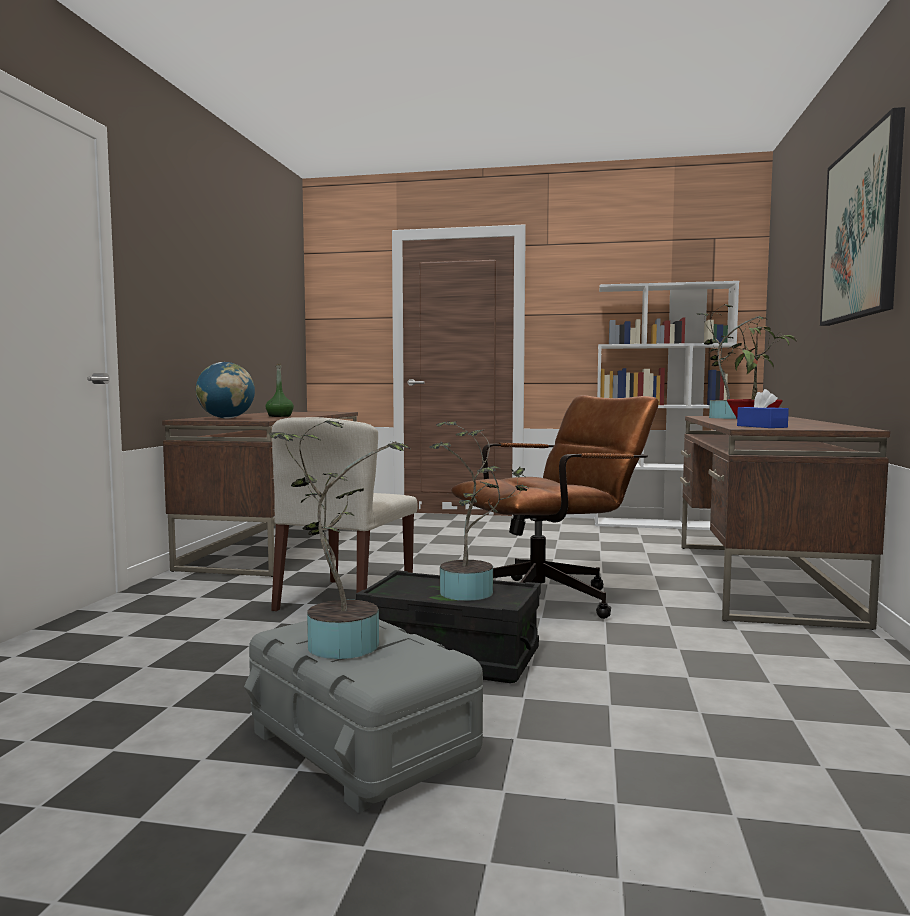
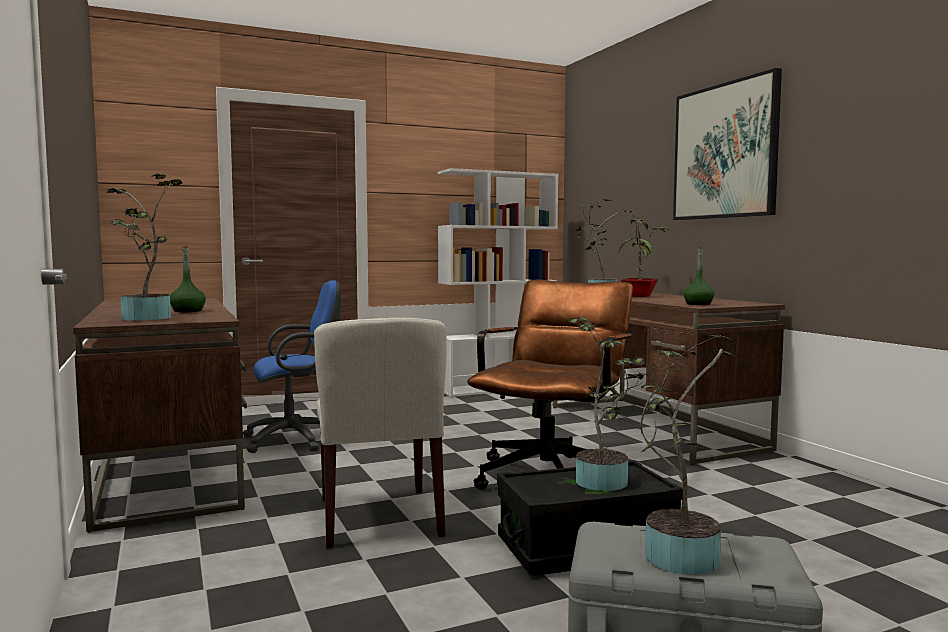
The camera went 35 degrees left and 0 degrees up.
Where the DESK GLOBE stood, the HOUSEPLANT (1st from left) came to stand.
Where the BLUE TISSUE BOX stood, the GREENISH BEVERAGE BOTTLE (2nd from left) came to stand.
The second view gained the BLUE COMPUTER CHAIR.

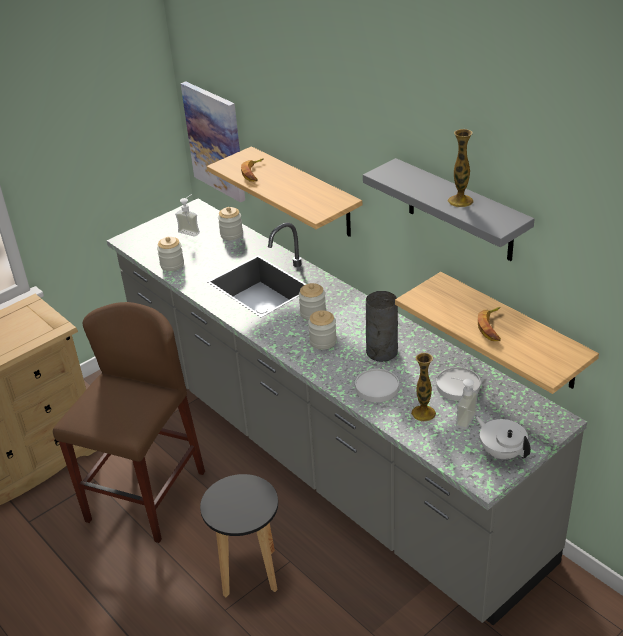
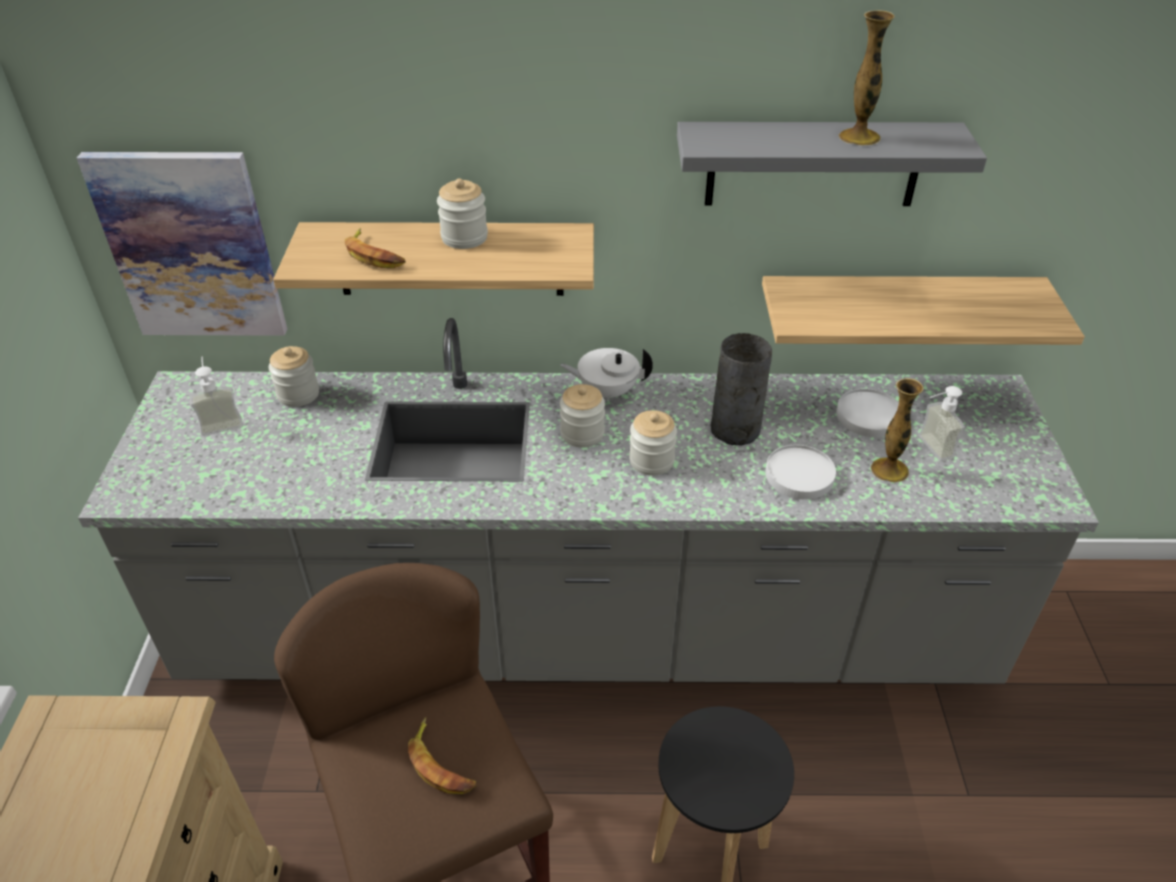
The camera went 50 degrees left and 5 degrees up.
The JAR (1st from left in the first image) ended up elsewhere.
The WHITE TEA POT ended up elsewhere.
The WHOLE BANANA (2nd from left) ended up elsewhere.

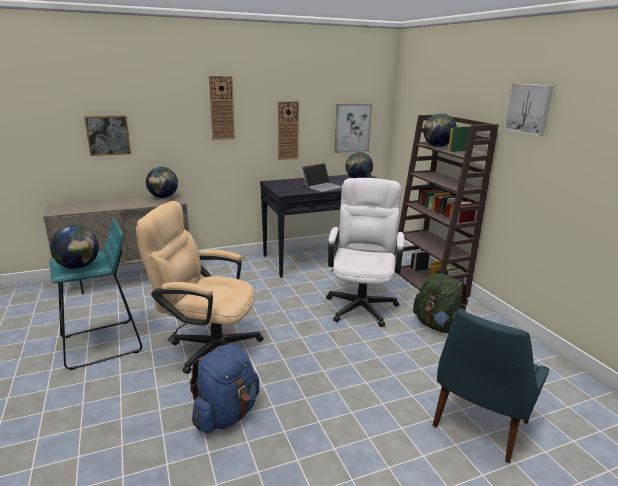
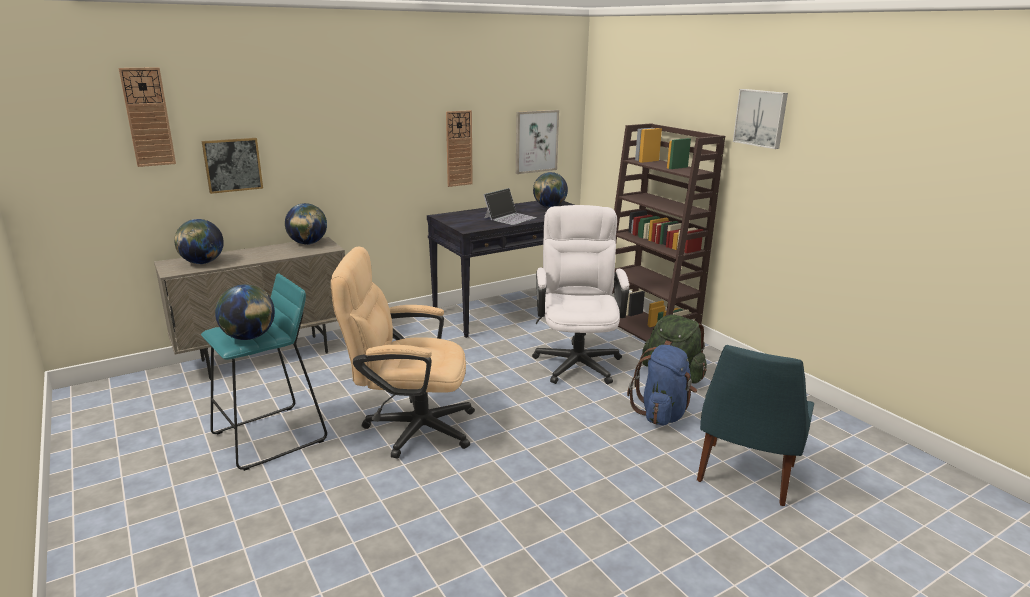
The camera went 10 degrees left and 0 degrees up.
The BLUE KNAPSACK ended up elsewhere.
The CLOCK ON THE WALL (1st from left) ended up elsewhere.
The DESK GLOBE (4th from left in the first image) ended up elsewhere.

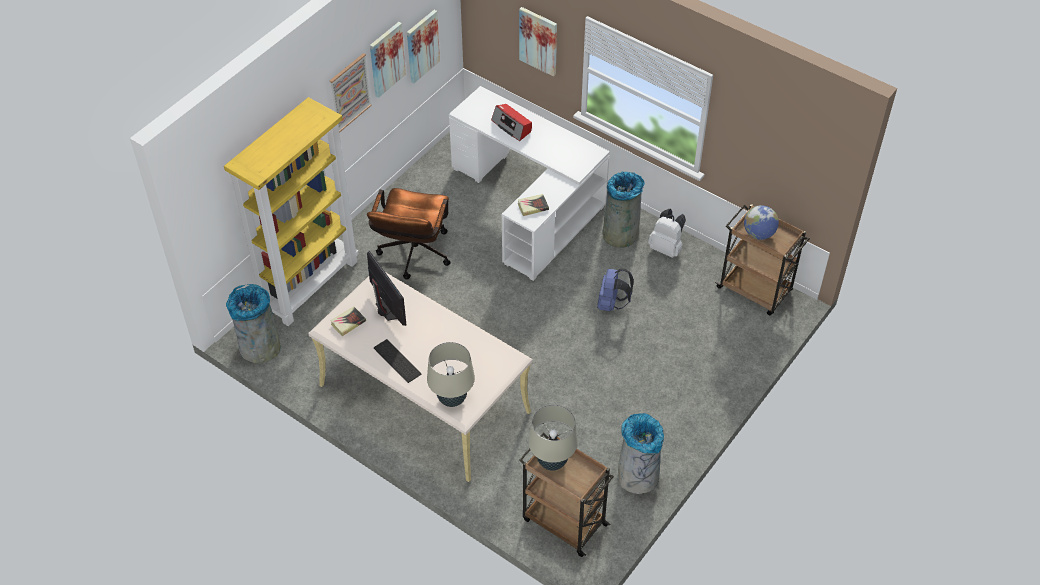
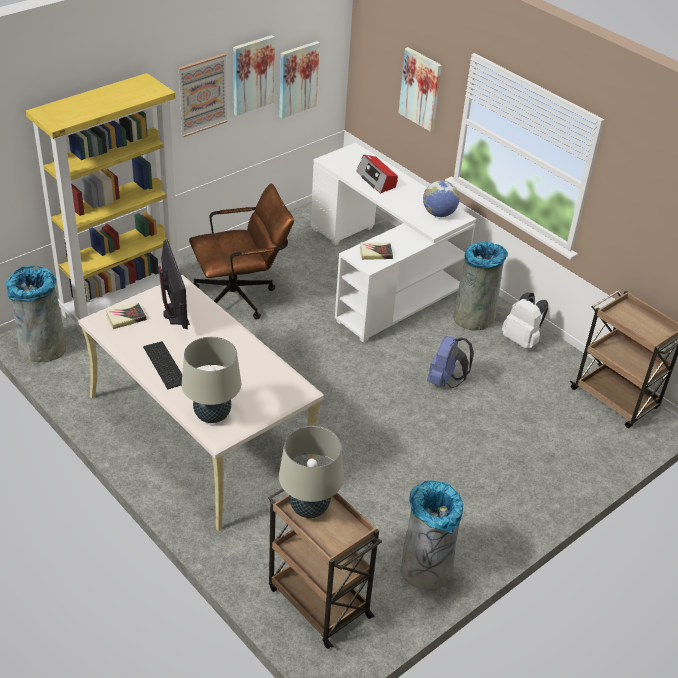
The camera went 10 degrees right and 10 degrees down.
The BROWN-COLOURED COMPUTER CHAIR ended up facing another way, 135 degrees counterclockwise from before.
The DESK GLOBE ended up elsewhere.

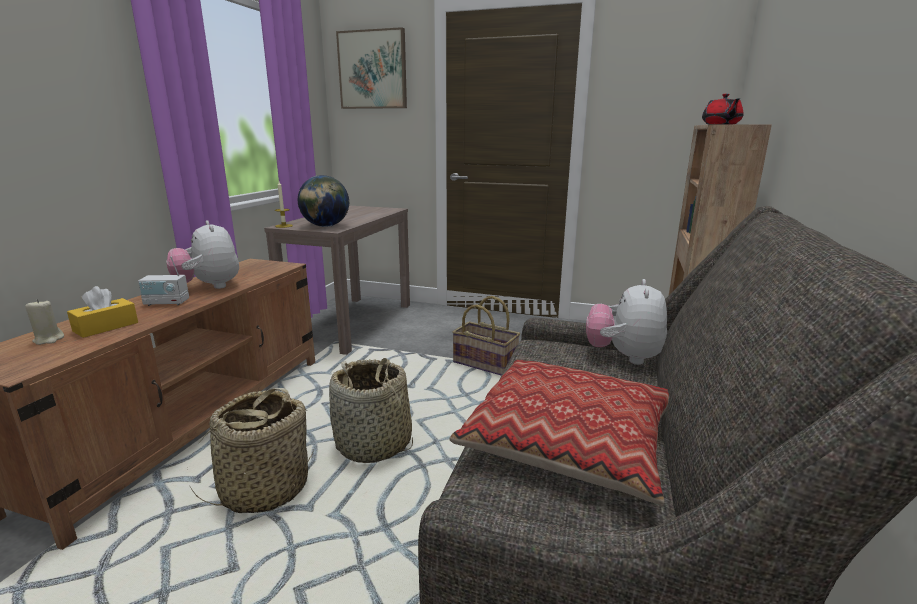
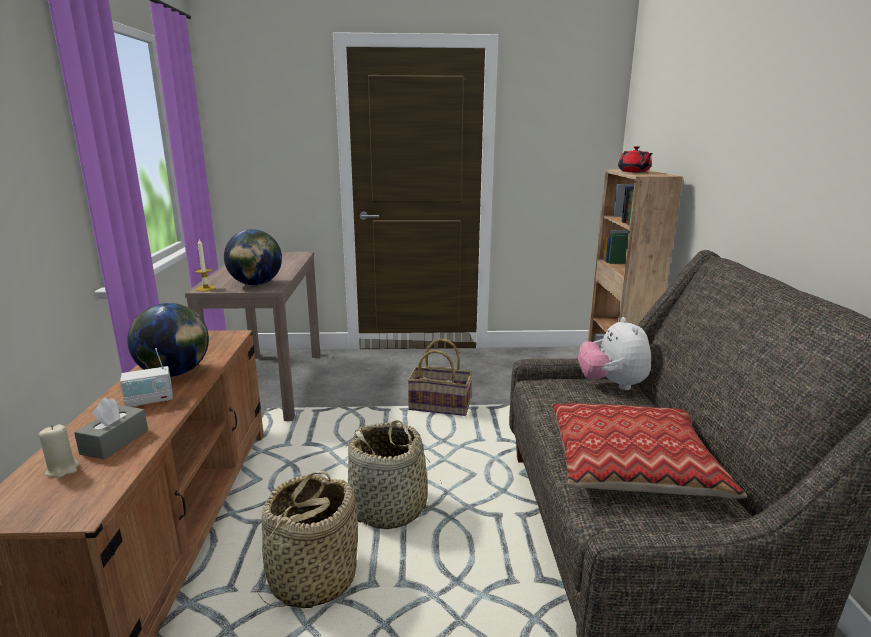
The camera went 20 degrees left and 0 degrees up.
What was the YELLOWISH TISSUE BOX turned into the GREY TISSUE BOX.
Where the SOFT TOY (1st from left) stood, the DESK GLOBE (1st from left) came to stand.
The second view lost the WALL ART.

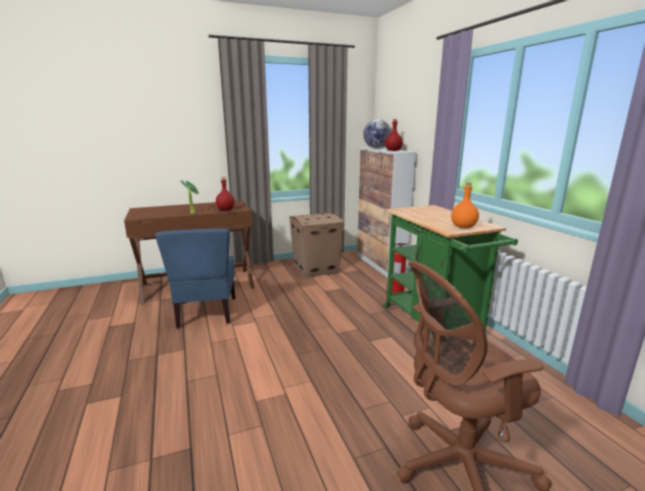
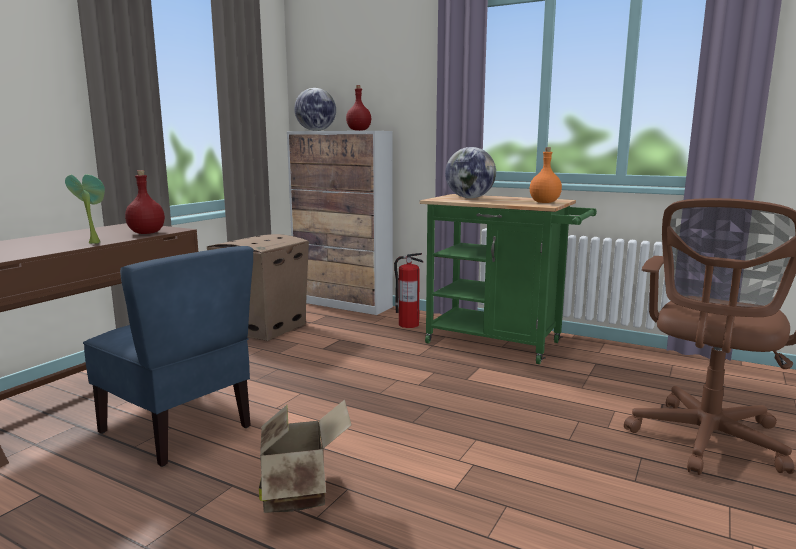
The camera went 40 degrees left and 5 degrees down.
The second view gained the PACKING BOX (2nd from left).
The second view gained the DESK GLOBE (2nd from left).

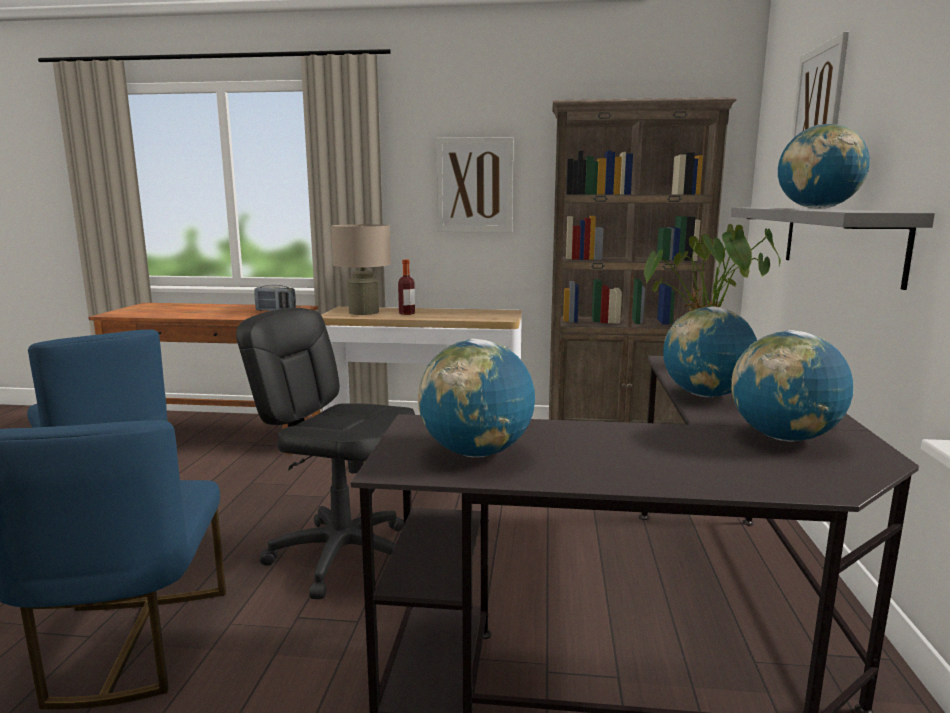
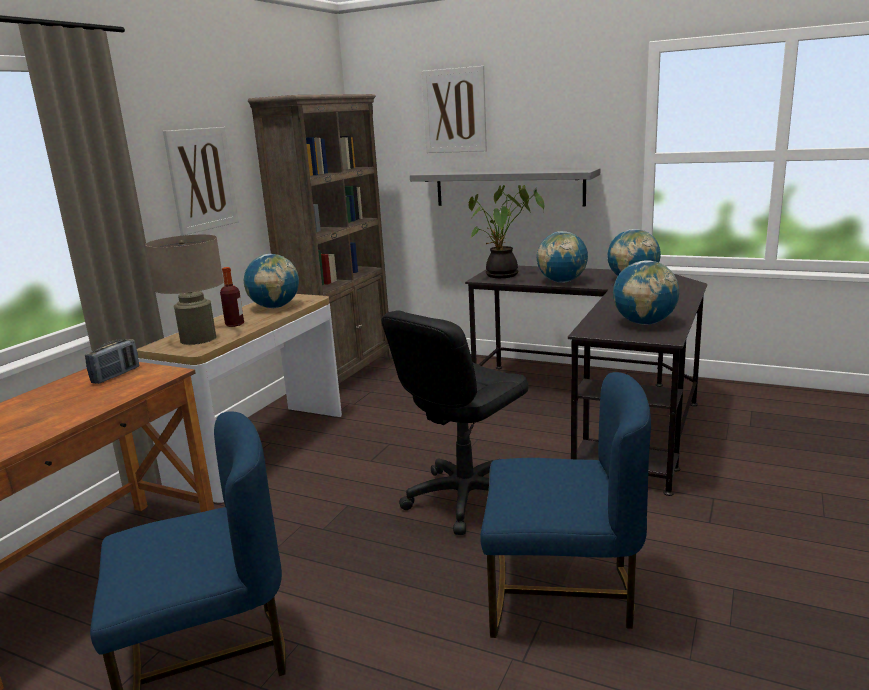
The camera went 70 degrees left and 5 degrees up.
The DESK GLOBE (4th from left in the first image) ended up elsewhere.

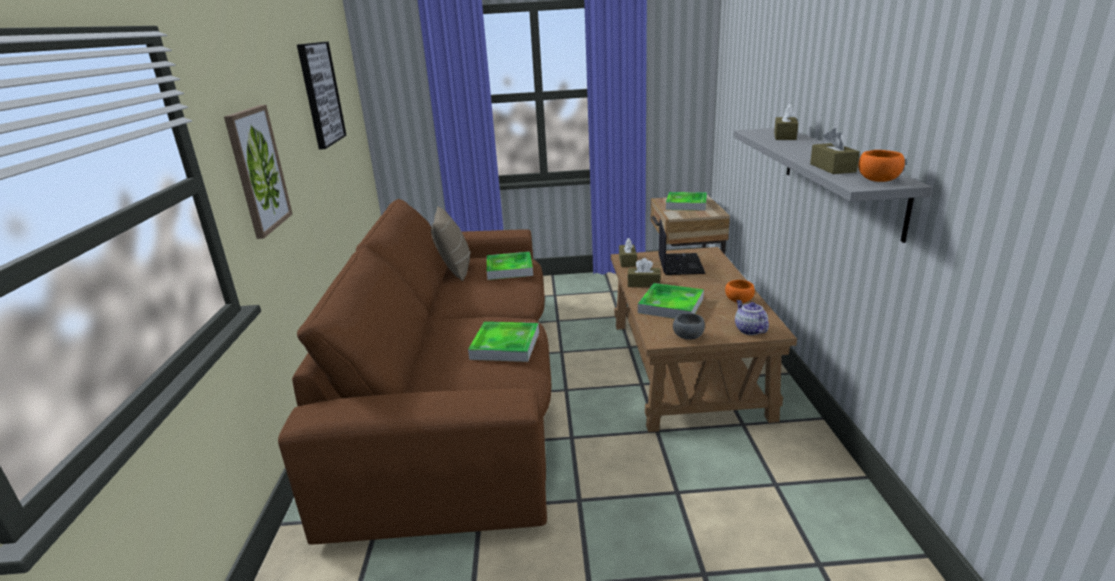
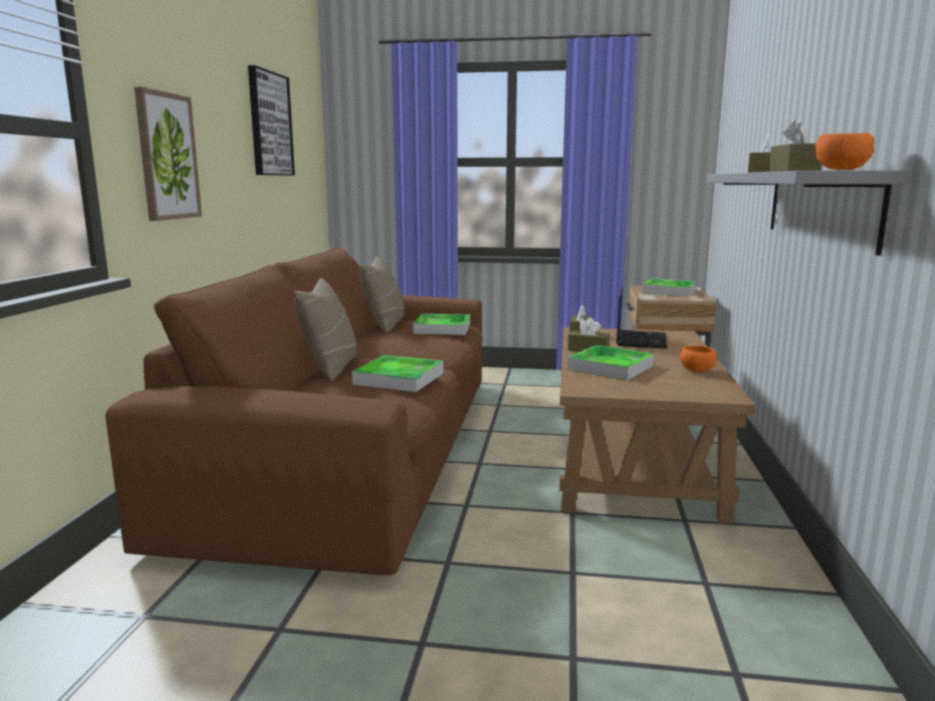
The camera went 10 degrees right and 10 degrees down.
The second view lost the GREY DEEP DISH.
The second view lost the TEA POT.
The second view gained the BEIGE-COLOURED CUSHION (1st from left).

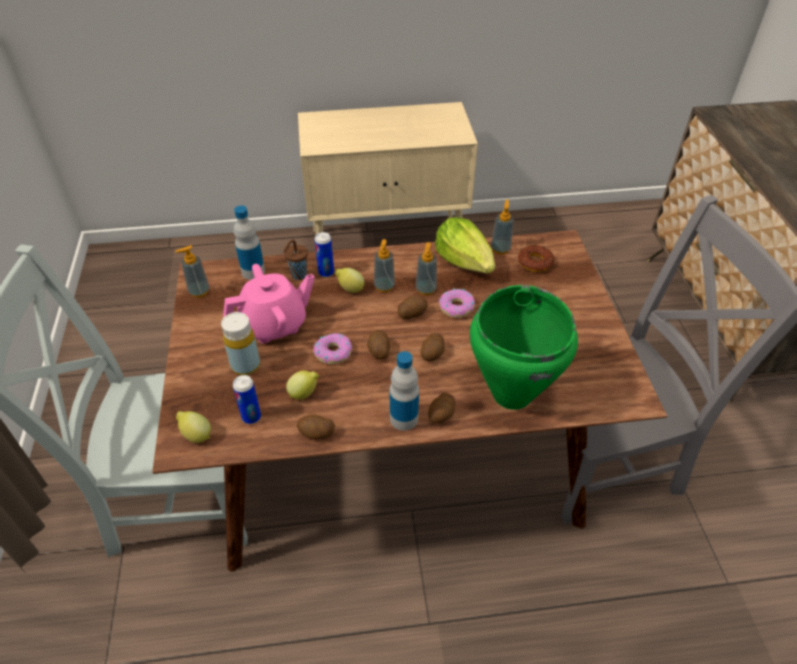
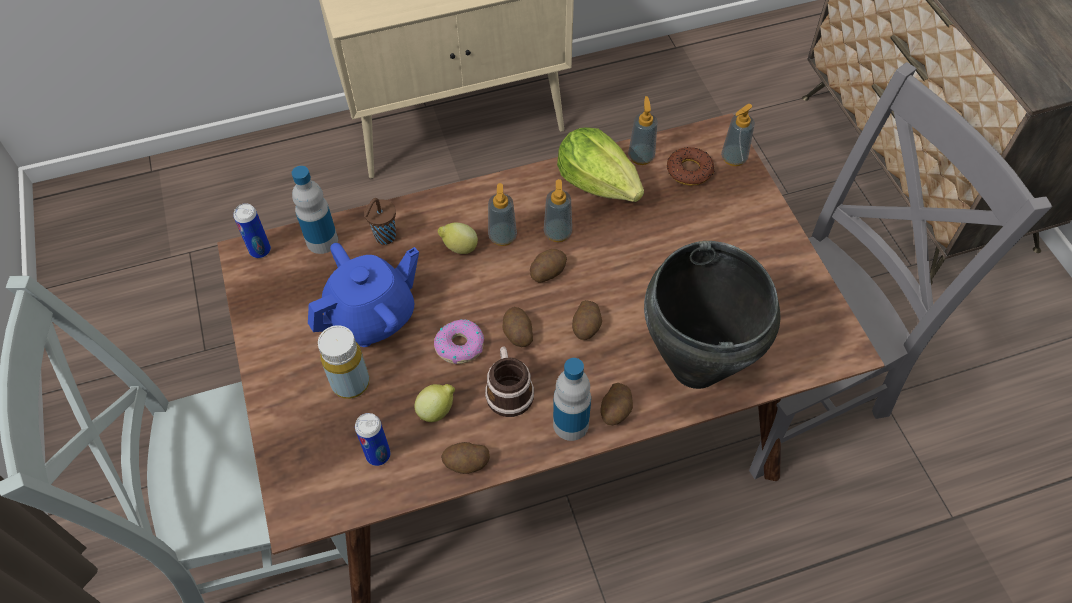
The camera went 10 degrees left and 10 degrees up.
The SOAP BOTTLE (1st from left in the first image) ended up elsewhere.
The second view lost the CITRUS FRUIT (1st from left).
What was the PINK TEA POT turned into the BLUE TEA POT.
The CAN (2nd from left in the first image) ended up elsewhere.
The second view lost the RING DOUGHNUT (2nd from left).
What was the GREENISH STOCKPOT turned into the BLACK STOCKPOT.
The second view gained the COFFEE MUG.

